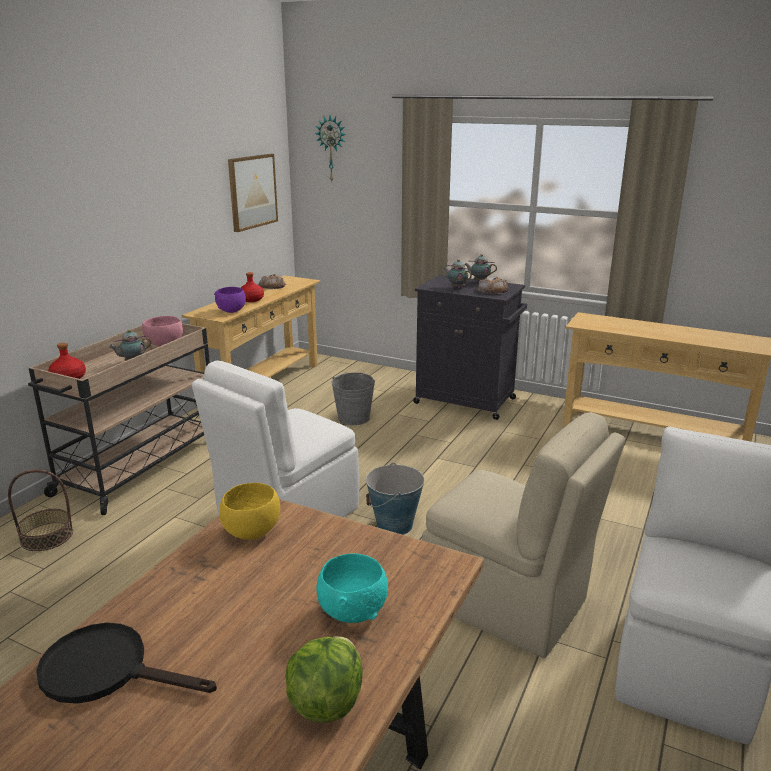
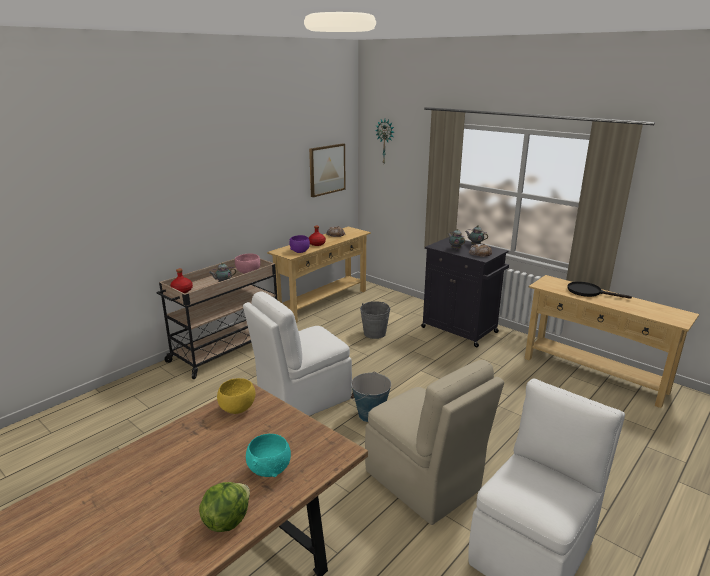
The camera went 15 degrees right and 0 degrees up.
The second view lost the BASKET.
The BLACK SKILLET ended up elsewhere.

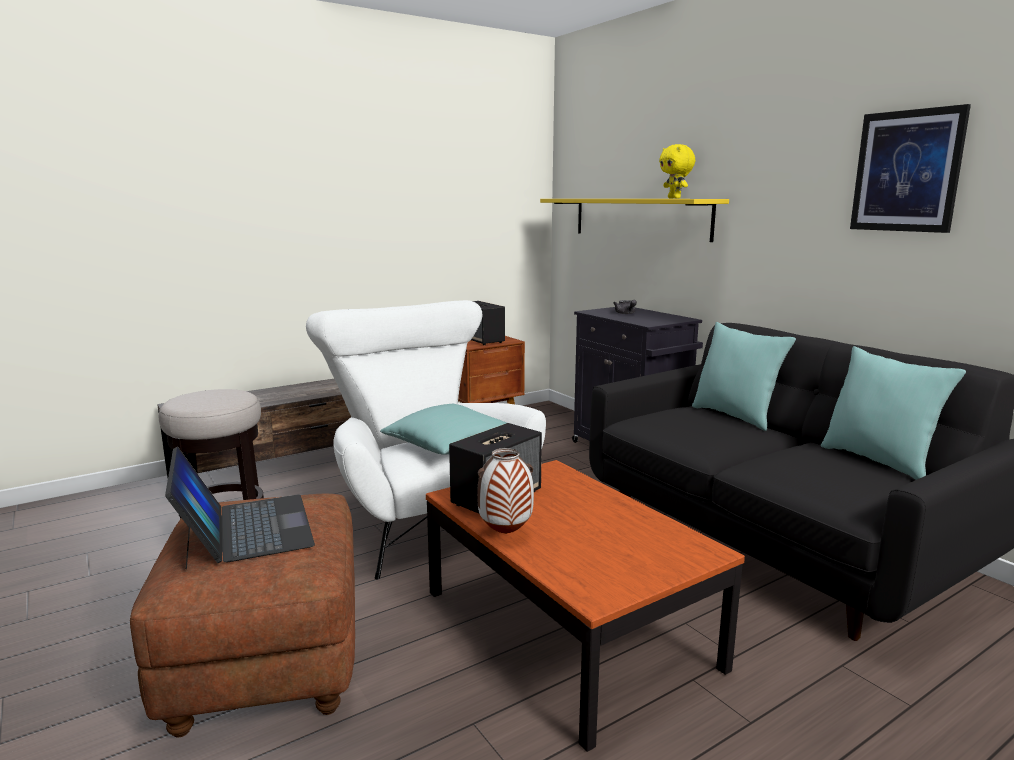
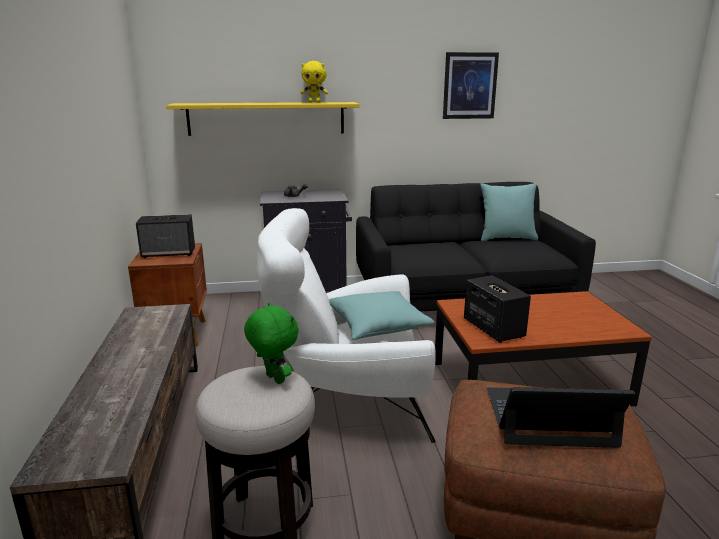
The camera went 65 degrees left and 5 degrees up.
The second view lost the VASE.
The second view lost the TURQUOISE-COLOURED CUSHION (2nd from left).
The second view gained the GREENISH SOFT TOY.

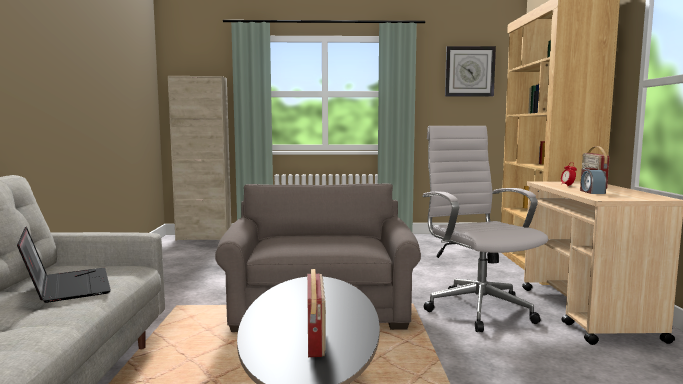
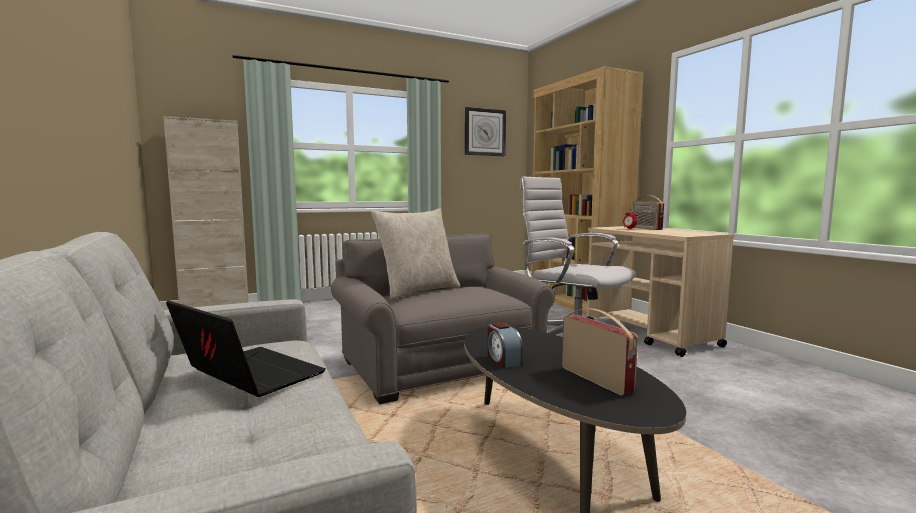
The camera went 25 degrees left and 0 degrees up.
The TABLE CLOCK (2nd from left in the first image) ended up elsewhere.
The second view gained the BEIGE-COLOURED CUSHION.

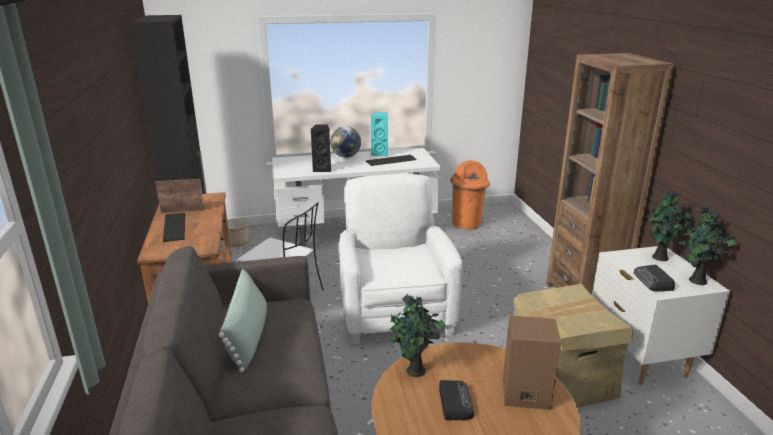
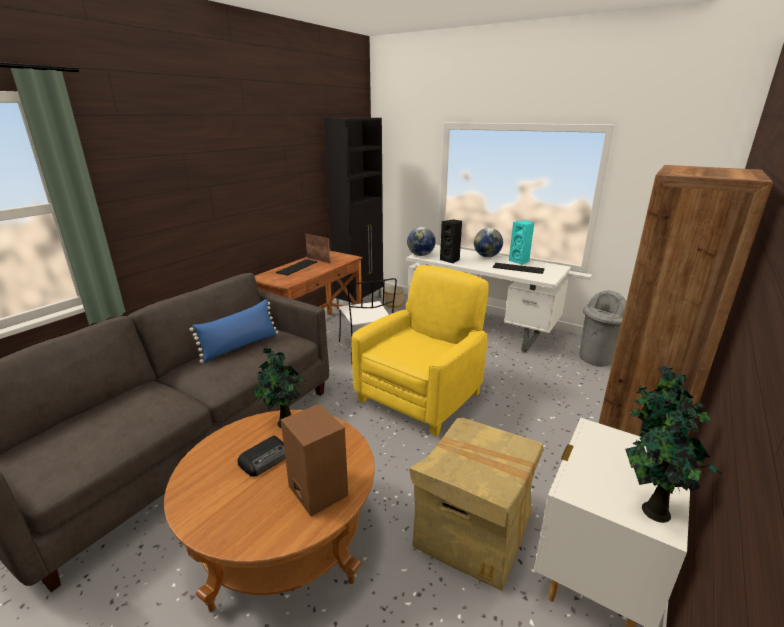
The camera went 45 degrees right and 0 degrees up.
What was the GREENISH CUSHION turned into the BLUE CUSHION.
What was the WHITE LOUNGE CHAIR turned into the YELLOWISH LOUNGE CHAIR.
What was the ORANGE WASTE BIN turned into the GREY WASTE BIN.
The second view lost the RADIO SET (2nd from left).
The second view gained the DESK GLOBE (1st from left).

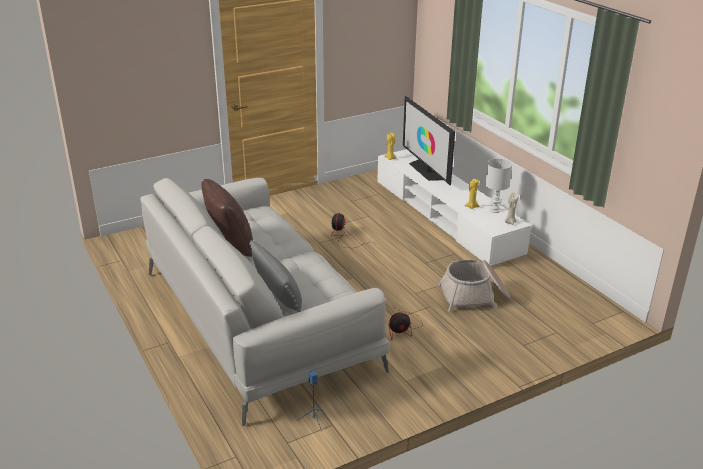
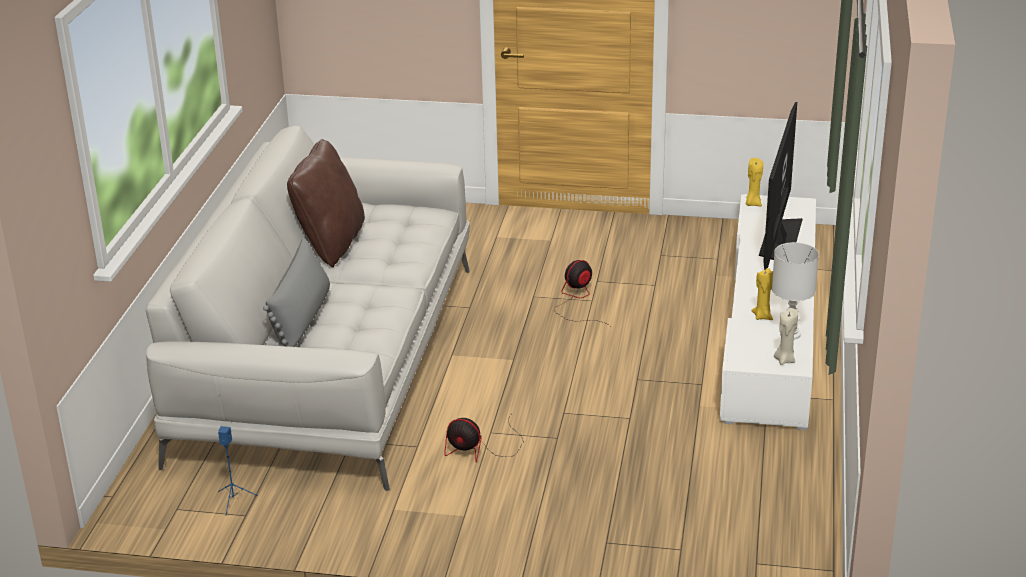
The camera went 40 degrees right and 0 degrees up.
The second view lost the BASKET.

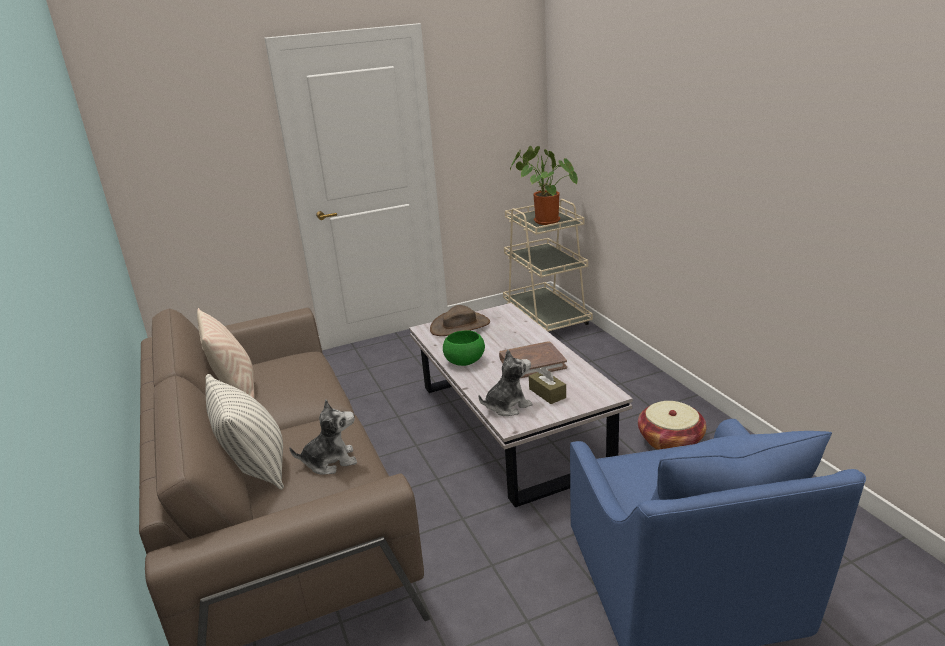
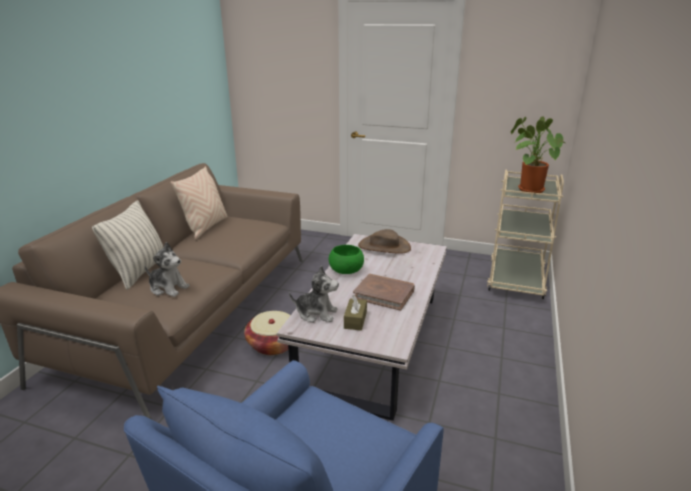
The camera went 40 degrees right and 0 degrees up.
The BASKET ended up elsewhere.

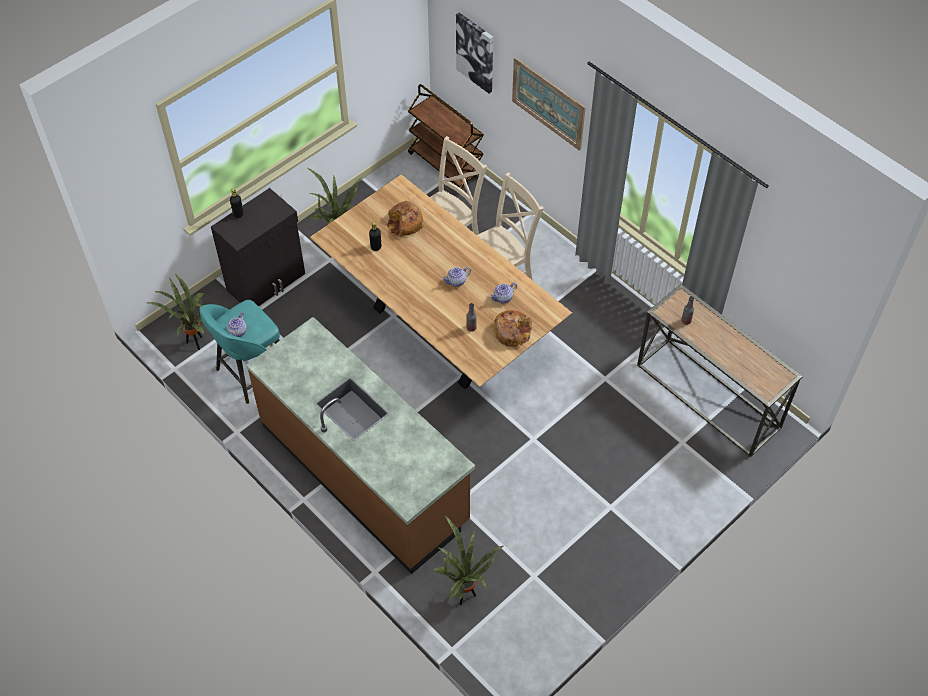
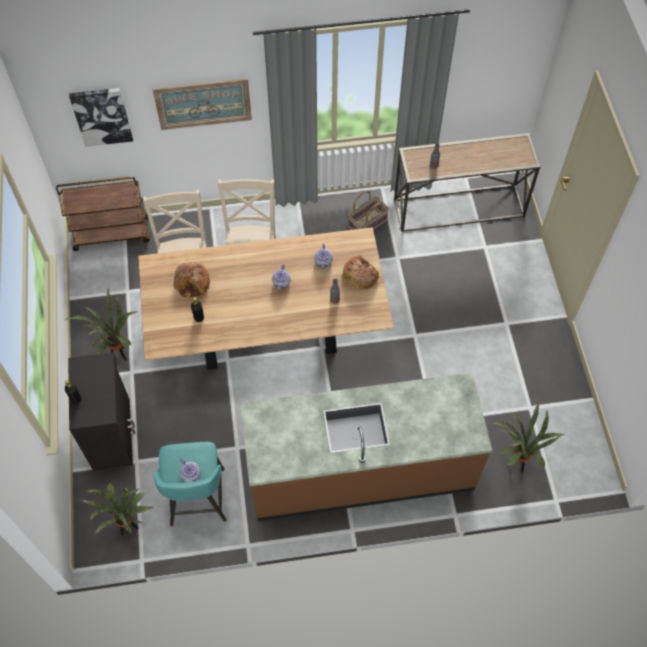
The camera went 55 degrees left and 5 degrees up.
The second view gained the BASKET.

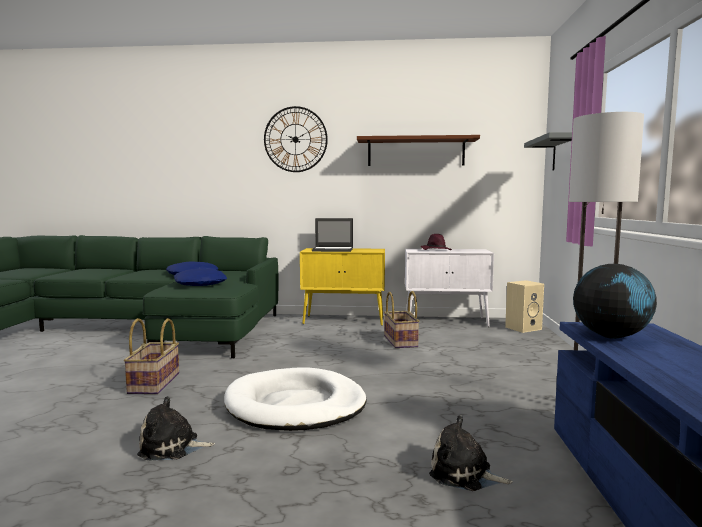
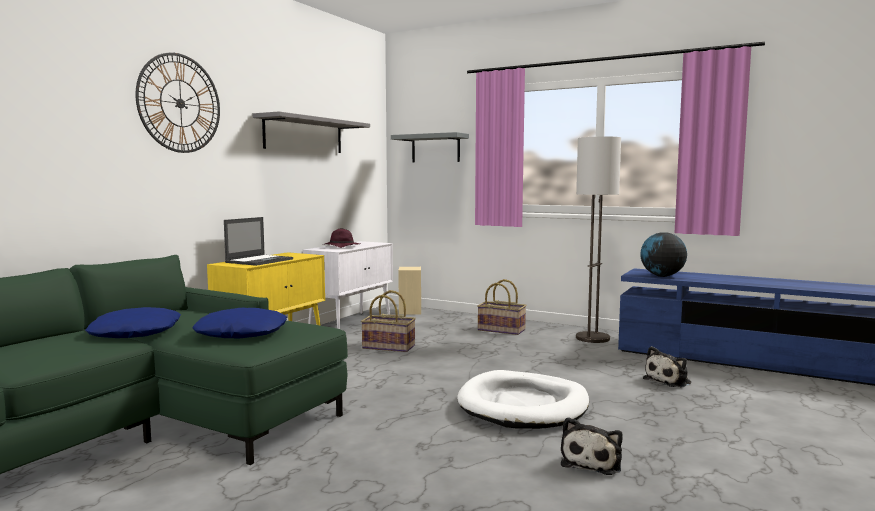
The camera went 65 degrees left and 0 degrees up.
The BASKET (1st from left in the first image) ended up elsewhere.
What was the BROWN-COLOURED WALL SHELF turned into the GREY WALL SHELF (1st from left).

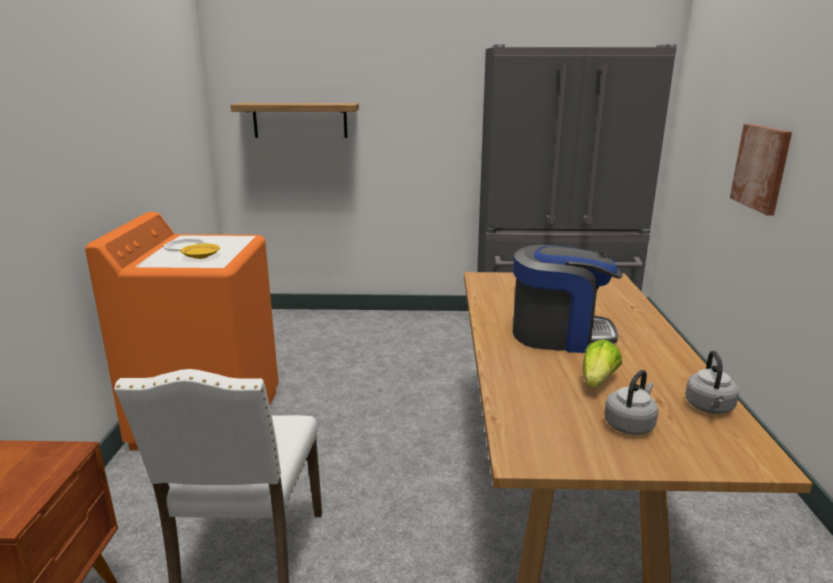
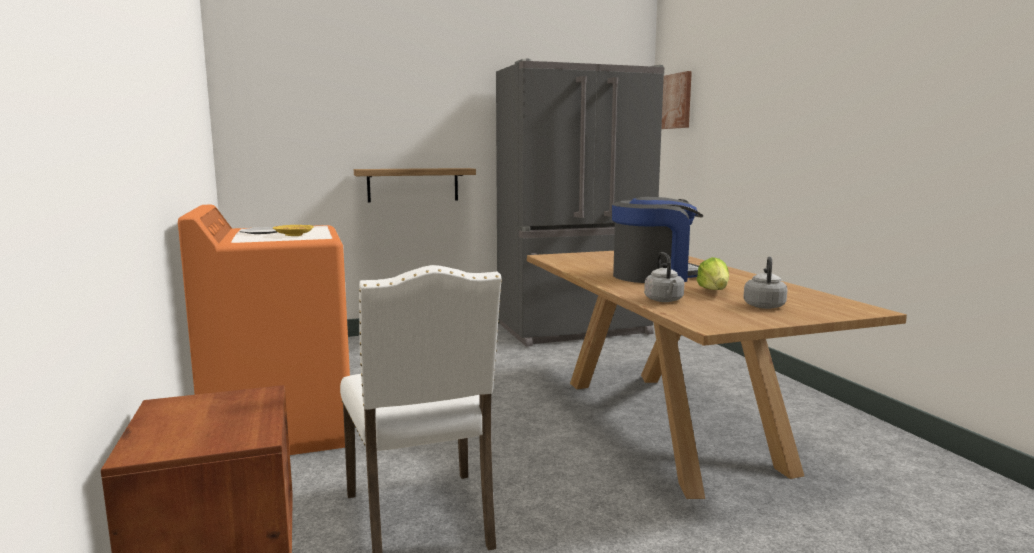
The camera went 20 degrees left and 10 degrees down.
The WALL SHELF ended up elsewhere.
The GREY KETTLE (2nd from left in the first image) ended up elsewhere.
The WALL ART ended up elsewhere.

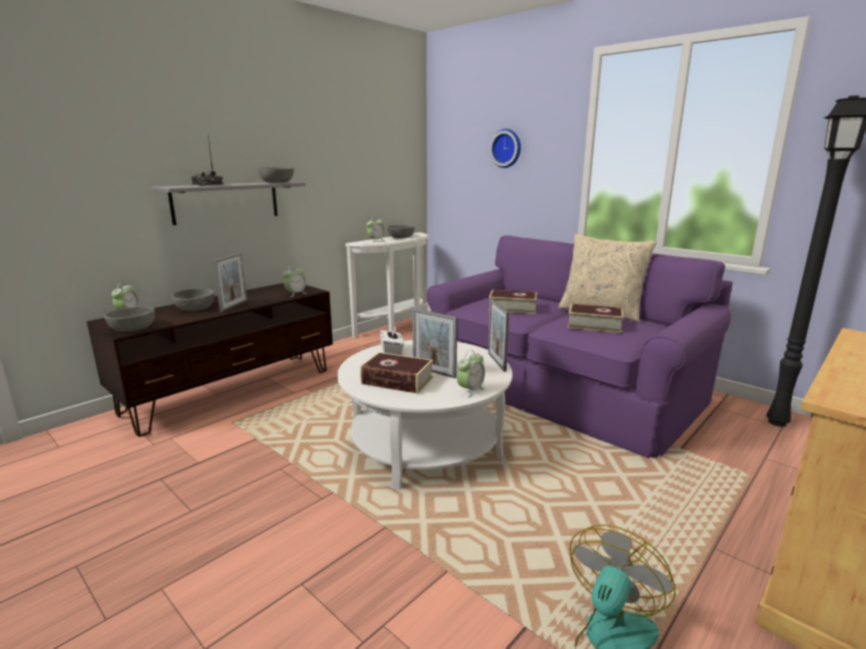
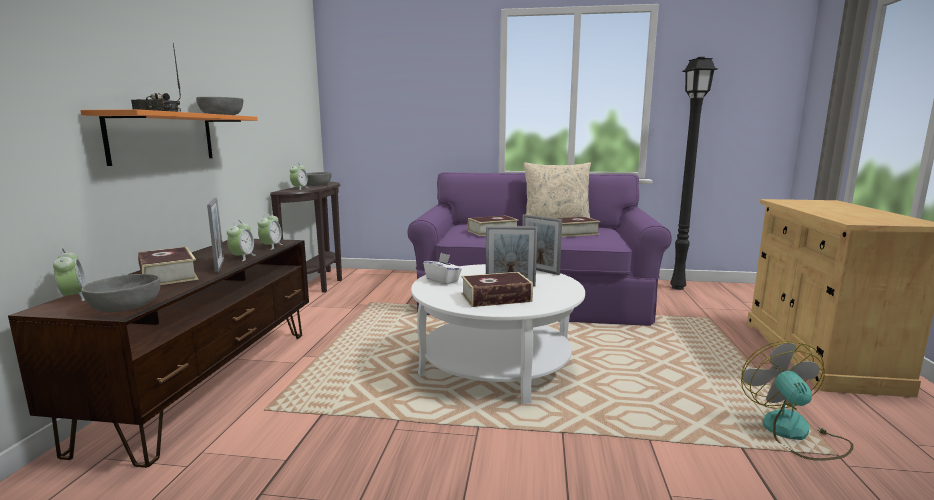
The camera went 35 degrees left and 5 degrees down.
What was the GREY WALL SHELF turned into the ORANGE WALL SHELF.
Where the GREY DEEP DISH (2nd from left) stood, the BOOK (1st from left) came to stand.
What was the WHITE NARROW TABLE turned into the BROWN-COLOURED NARROW TABLE.
The TABLE CLOCK (4th from left in the first image) ended up elsewhere.
The second view lost the CLOCK ON THE WALL.

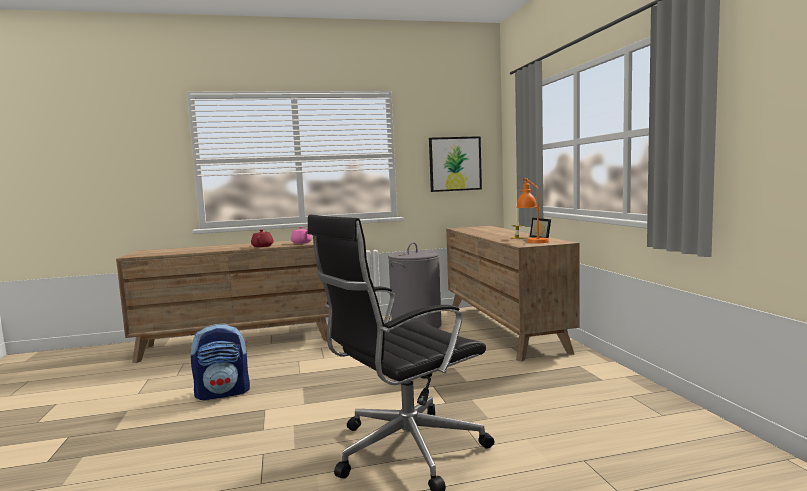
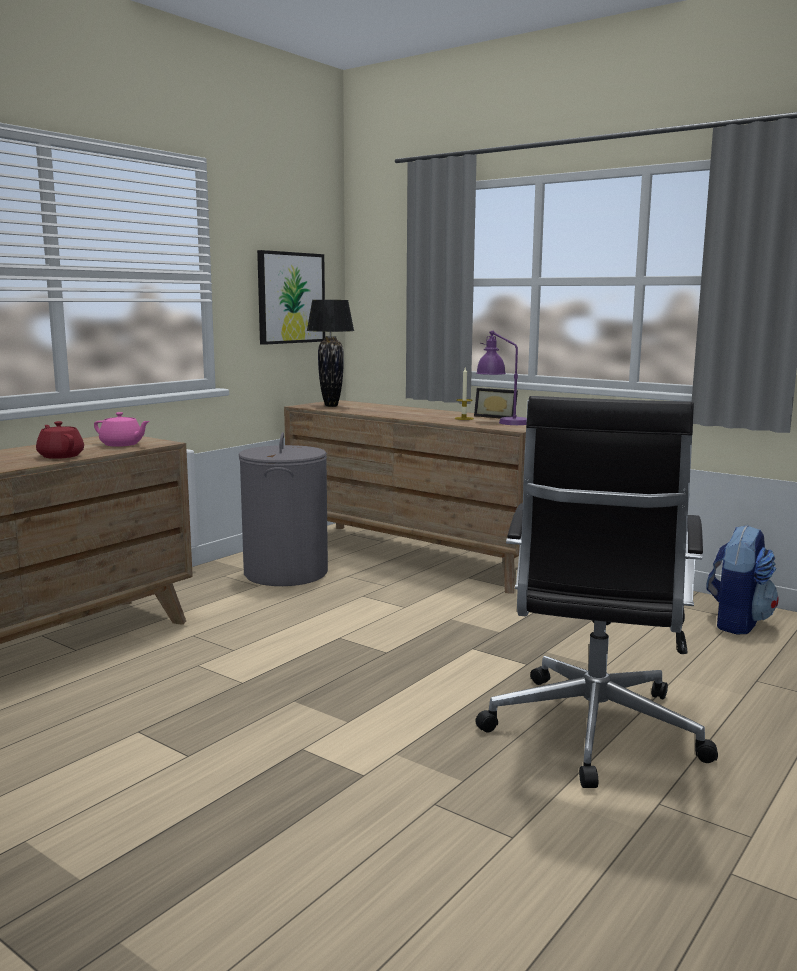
The camera went 40 degrees left and 5 degrees up.
The KNAPSACK ended up elsewhere.
What was the ORANGE TABLETOP LAMP turned into the PURPLISH TABLETOP LAMP.
The second view gained the BLACK TABLETOP LAMP.

